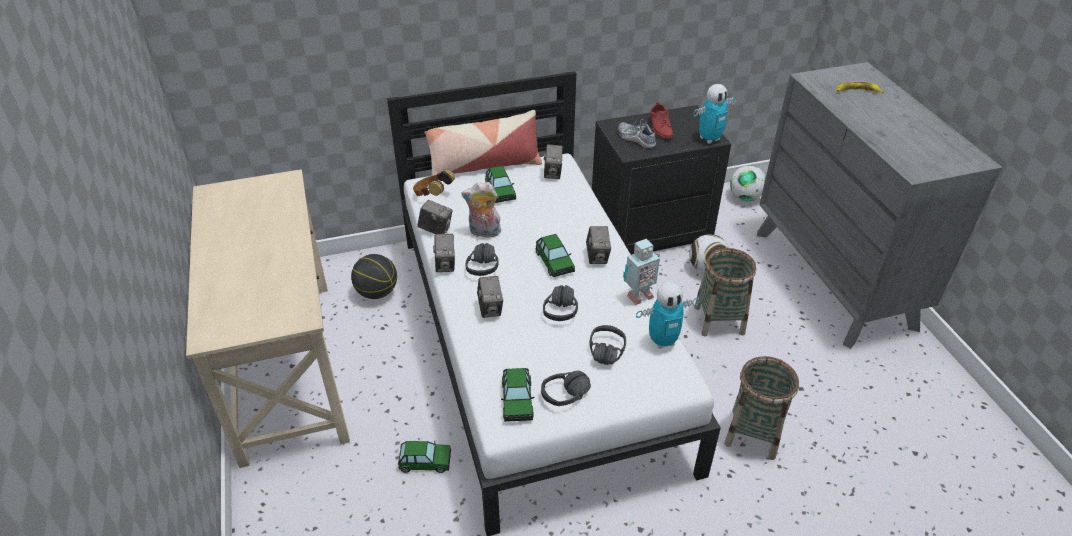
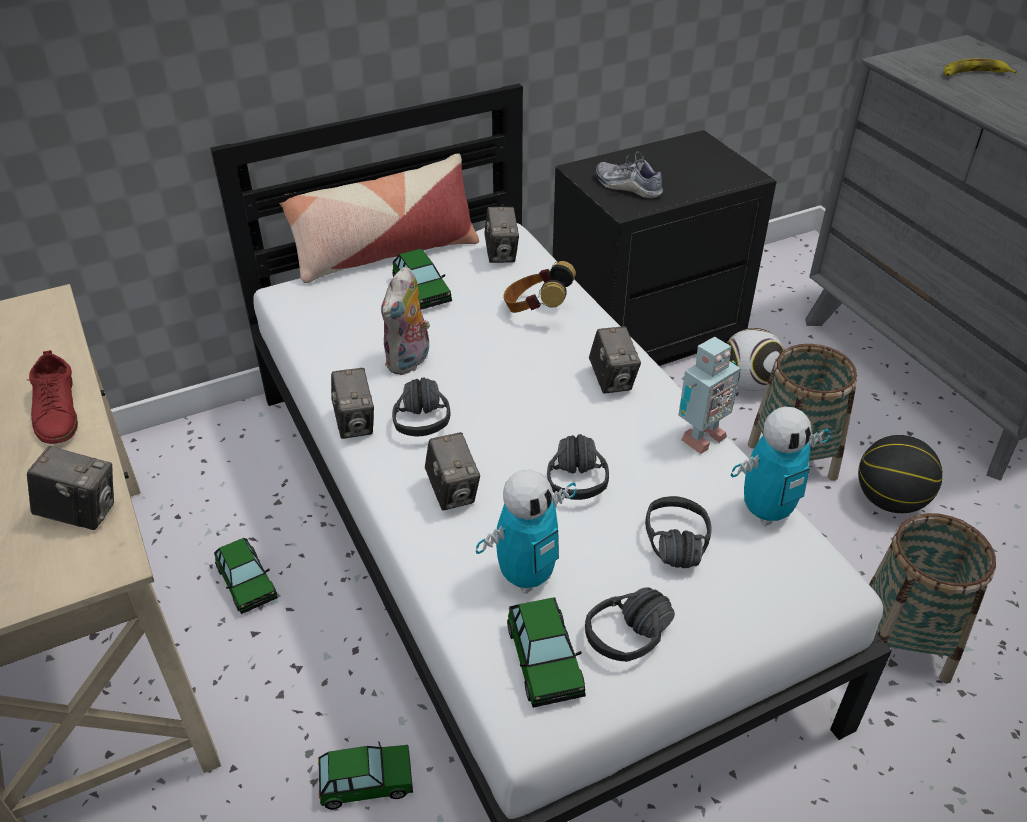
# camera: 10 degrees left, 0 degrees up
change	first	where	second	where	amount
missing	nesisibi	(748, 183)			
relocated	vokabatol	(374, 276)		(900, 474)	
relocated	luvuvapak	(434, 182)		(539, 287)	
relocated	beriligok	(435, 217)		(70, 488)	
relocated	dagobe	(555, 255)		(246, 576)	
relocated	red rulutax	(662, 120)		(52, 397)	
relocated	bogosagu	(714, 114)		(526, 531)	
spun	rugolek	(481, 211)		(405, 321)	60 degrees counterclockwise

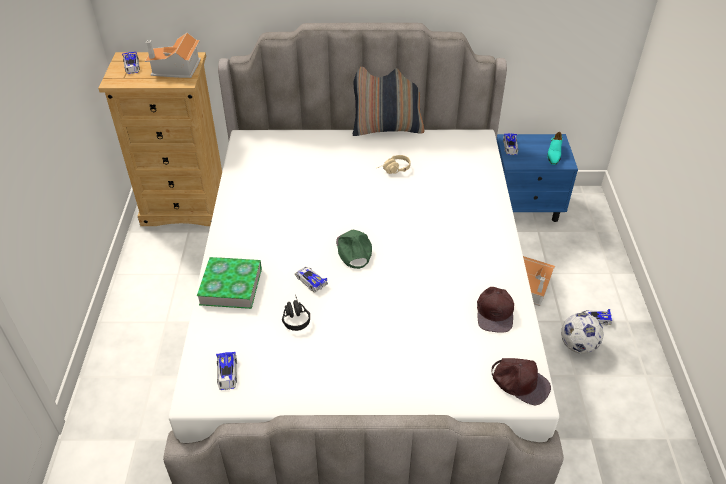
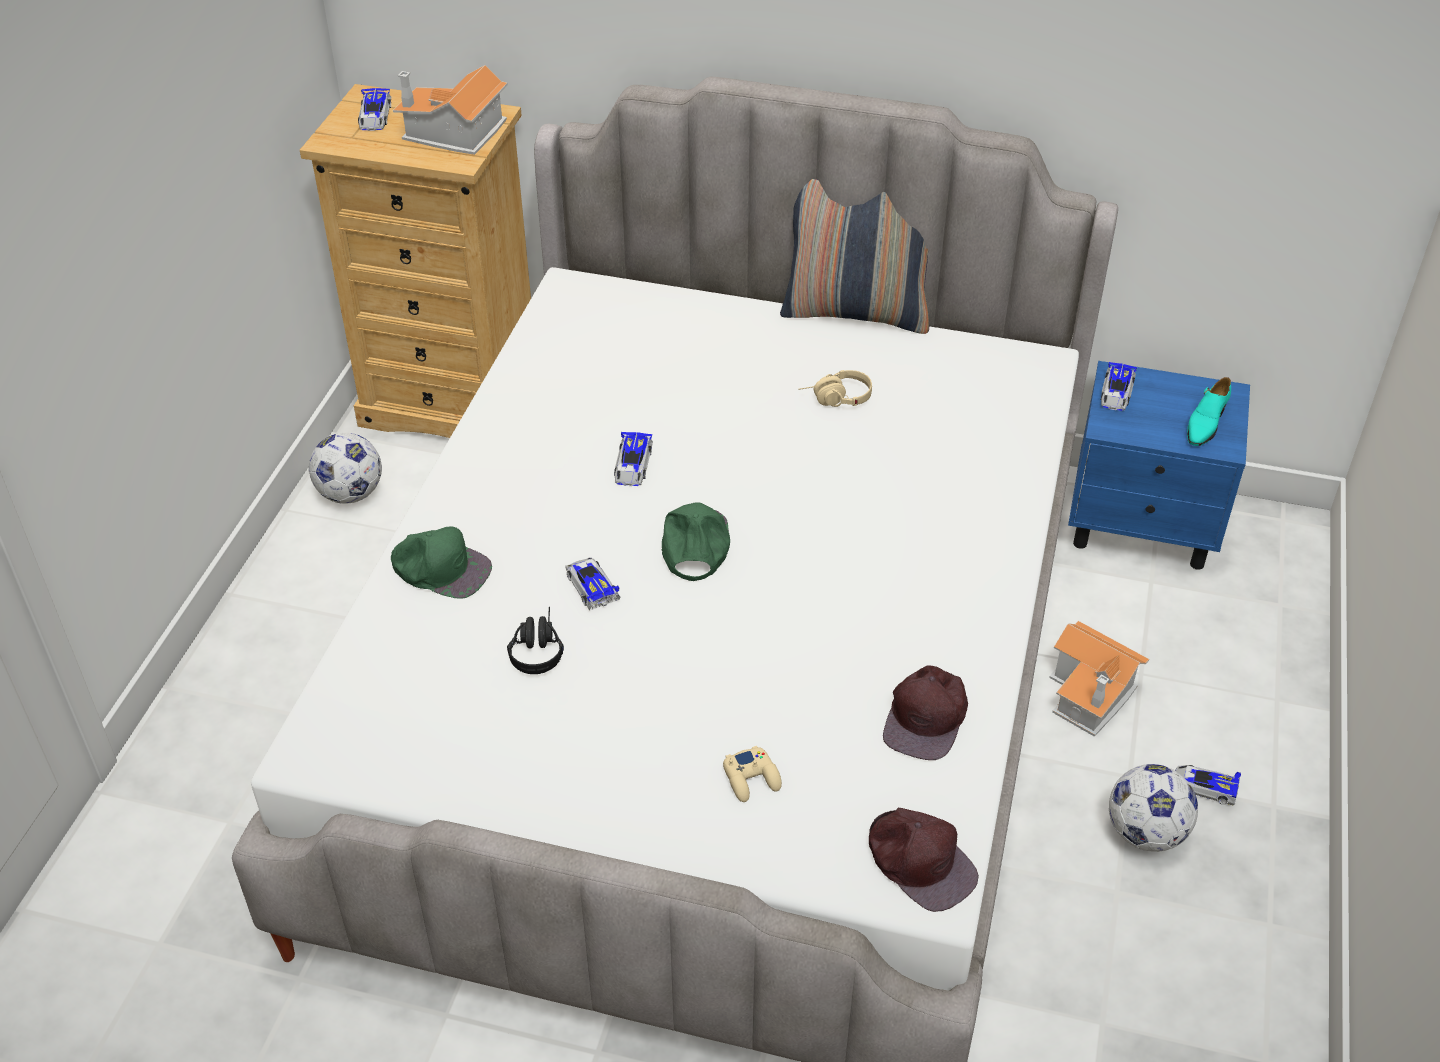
# camera: 15 degrees right, 0 degrees up
change	first	where	second	where	amount
appeared			nesisibi	(345, 468)	
appeared			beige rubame	(752, 774)	
relocated	dagobe	(226, 371)		(633, 459)	
exchanged	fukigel	(229, 283)	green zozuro	(441, 562)	

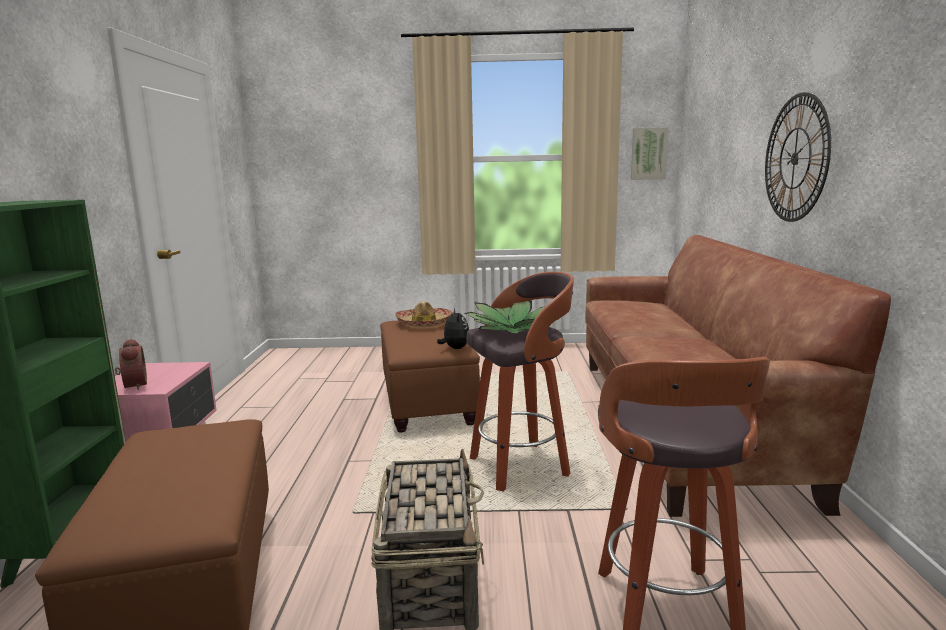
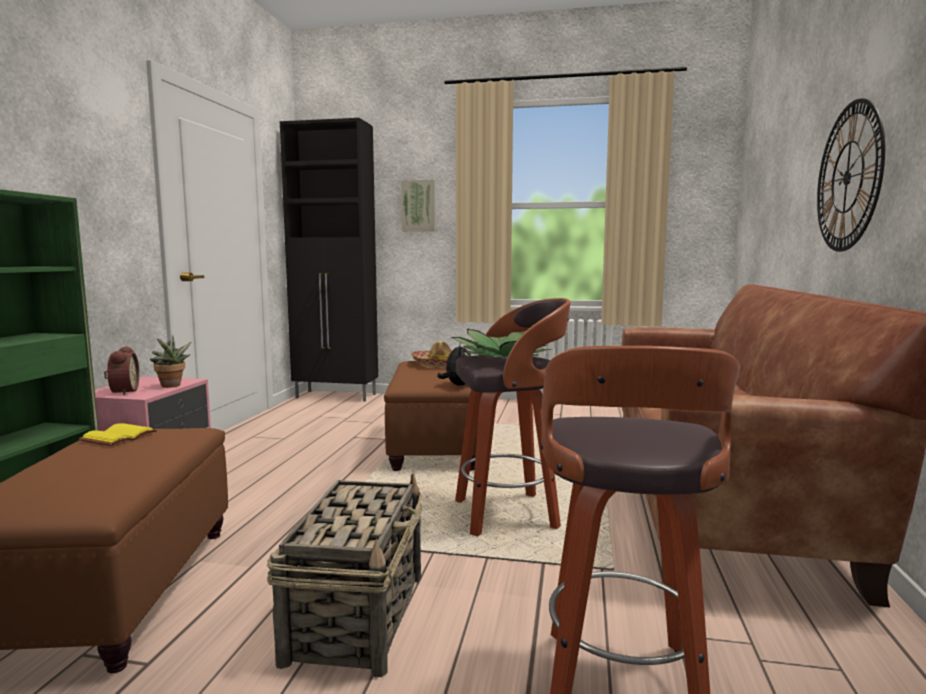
# camera: 10 degrees right, 5 degrees down
change	first	where	second	where	amount
appeared			yellow fukigel	(118, 434)	
appeared			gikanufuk	(170, 361)	
appeared			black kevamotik	(329, 260)	
relocated	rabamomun	(650, 153)		(418, 205)	

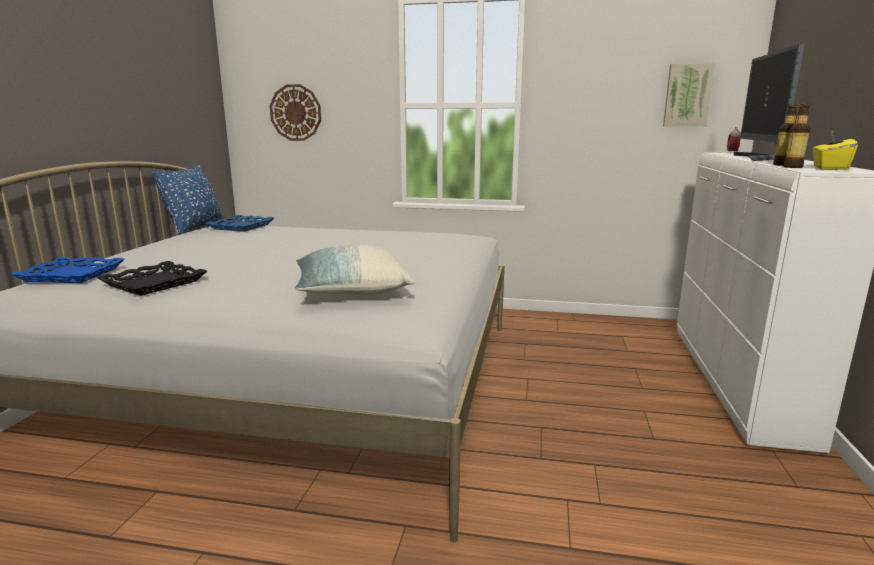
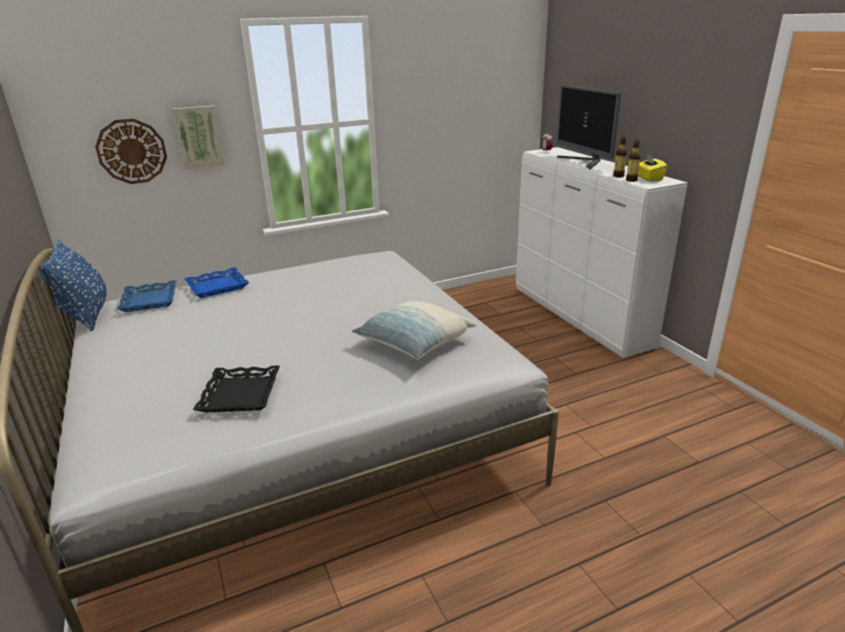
# camera: 35 degrees left, 10 degrees up
change	first	where	second	where	amount
relocated	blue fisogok	(67, 270)		(216, 282)	
relocated	rabamomun	(689, 95)		(198, 137)	

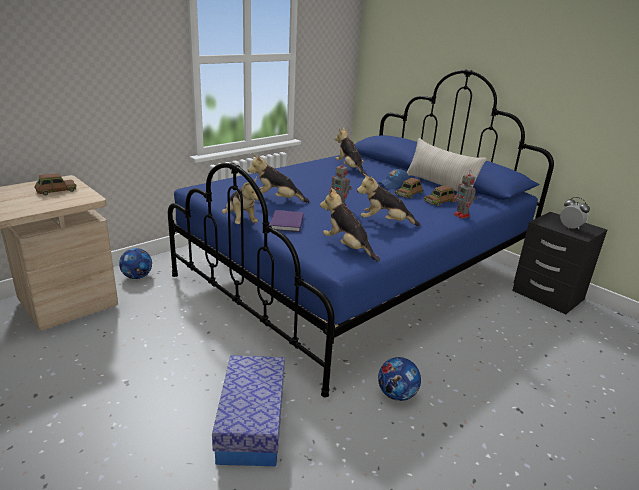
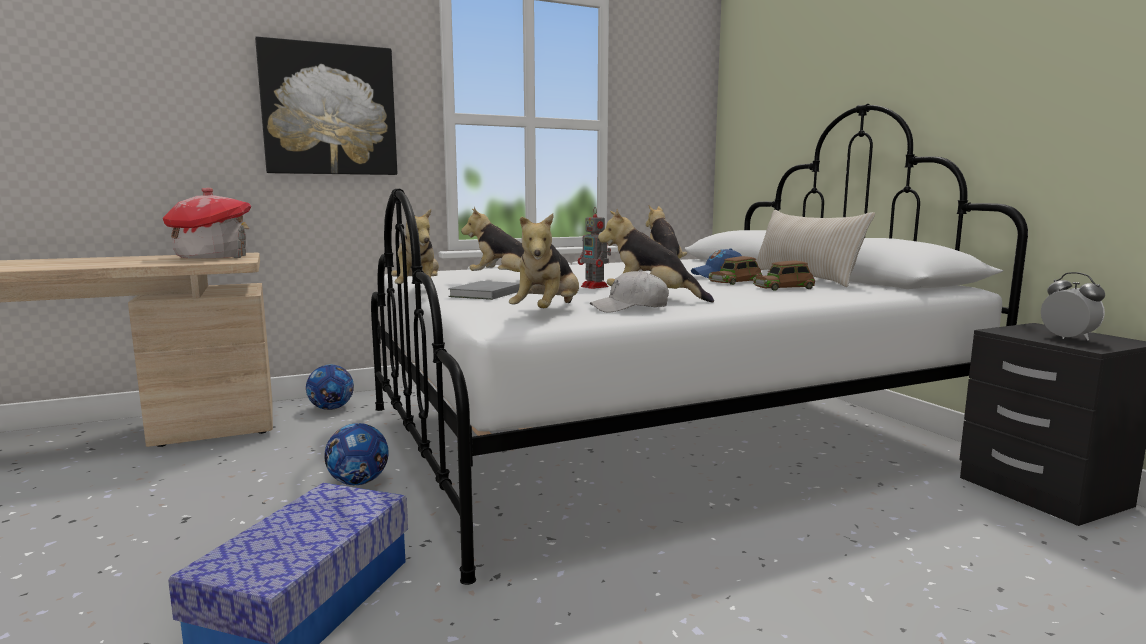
# camera: 20 degrees right, 15 degrees down
change	first	where	second	where	amount
missing	bogosagu	(465, 194)			
appeared			rabamomun	(326, 106)	
appeared			white zozuro	(629, 291)	
relocated	nesisibi	(399, 379)		(356, 454)	
exchanged	brown dagobe	(55, 184)	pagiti	(207, 223)	
colour	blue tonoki	(361, 233)	white tonoki	(699, 344)	
colour	purple fukigel	(287, 221)	grey fukigel	(484, 290)	
spun	rugolek	(350, 225)		(544, 261)	135 degrees counterclockwise

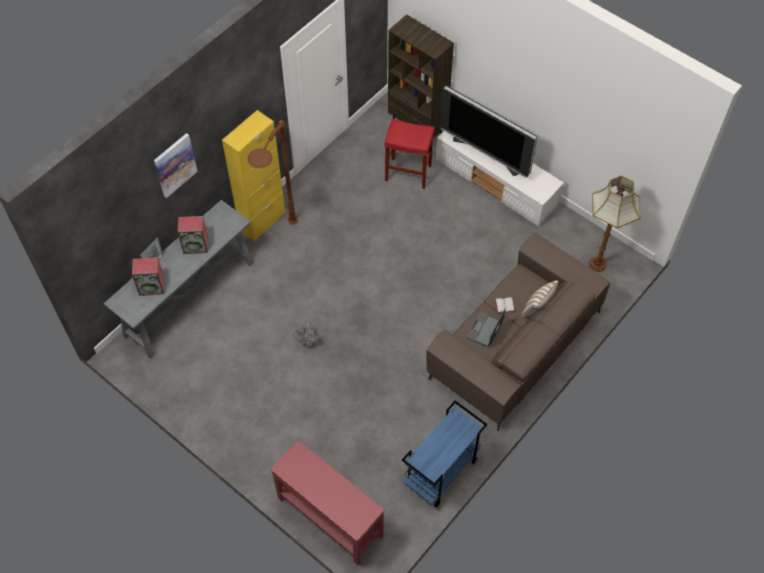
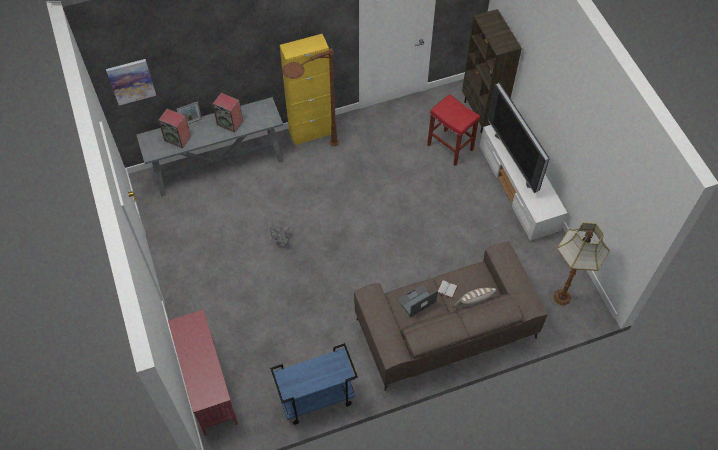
# camera: 30 degrees right, 0 degrees up
change	first	where	second	where	amount
relocated	rabamomun	(176, 165)		(131, 82)	

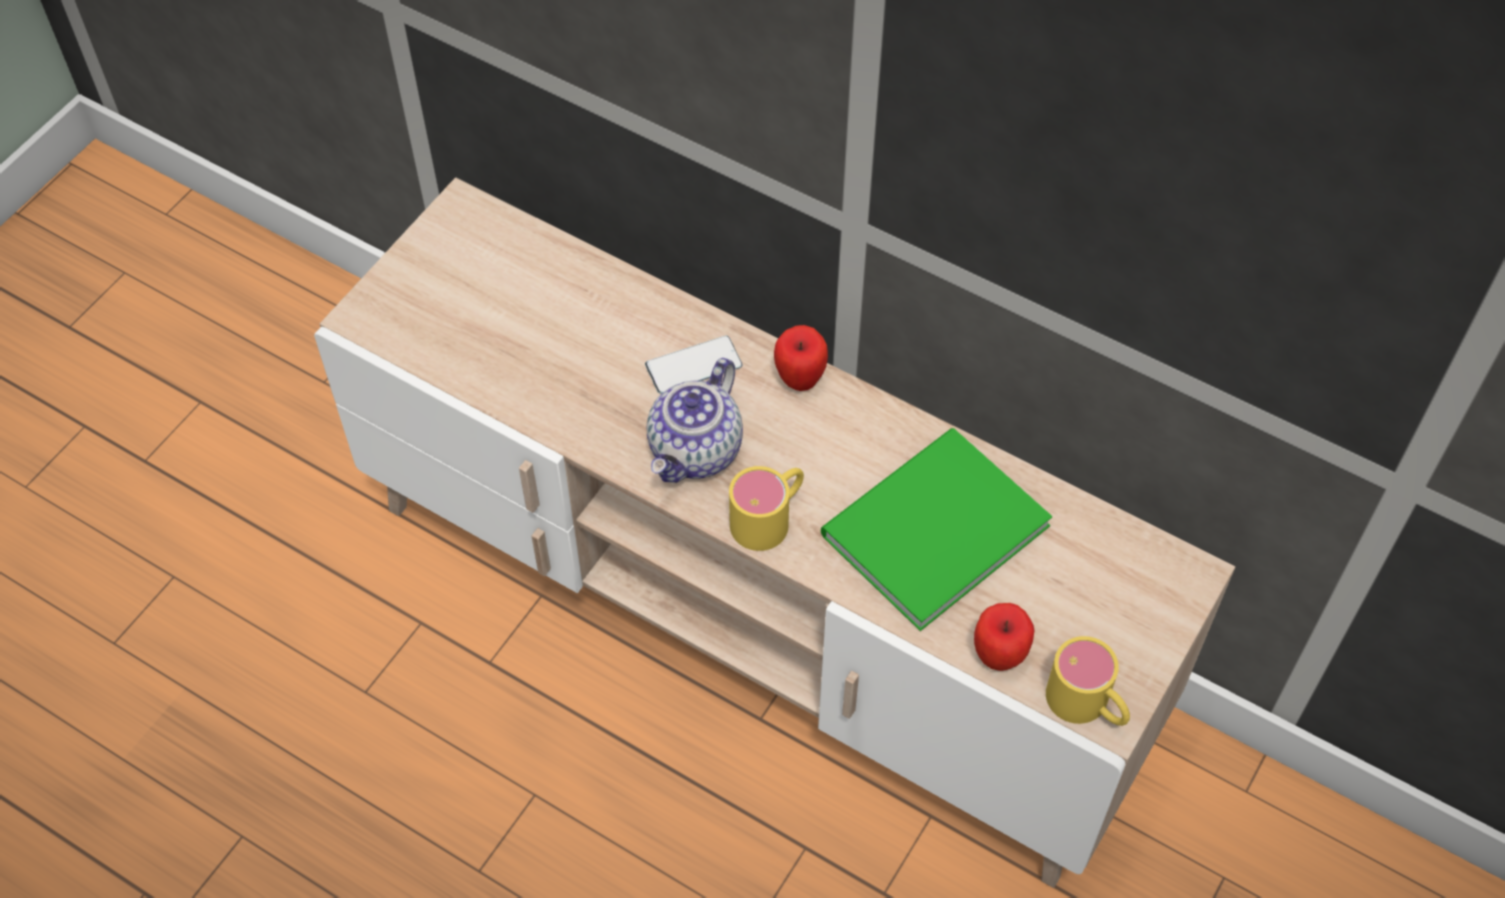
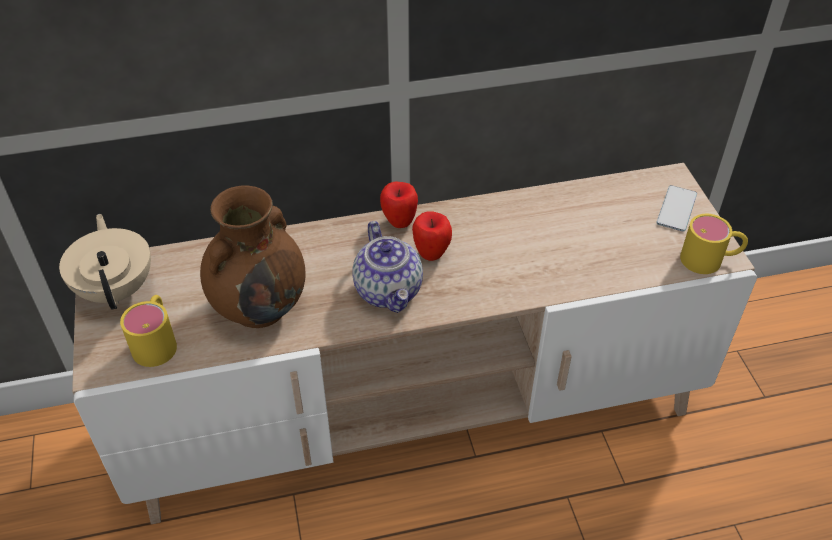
# camera: 45 degrees left, 10 degrees down
change	first	where	second	where	amount
missing	green fukigel	(937, 529)			
appeared			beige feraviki	(105, 262)	
appeared			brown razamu	(253, 256)	
relocated	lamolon	(693, 365)		(676, 208)	
relocated	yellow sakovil	(766, 508)		(148, 331)	
relocated	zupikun	(1004, 637)		(432, 236)	

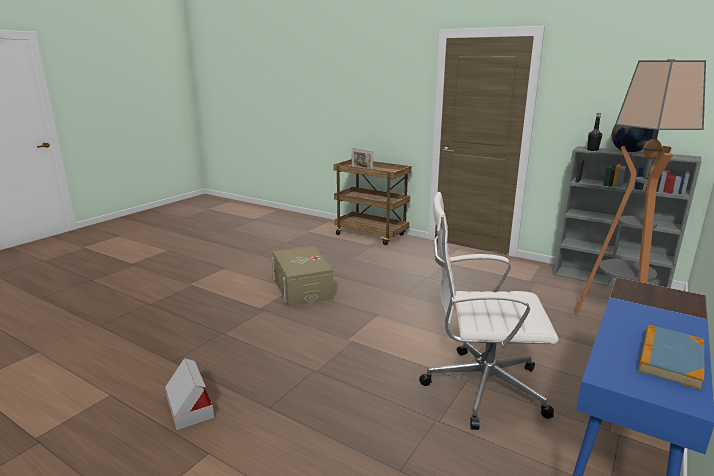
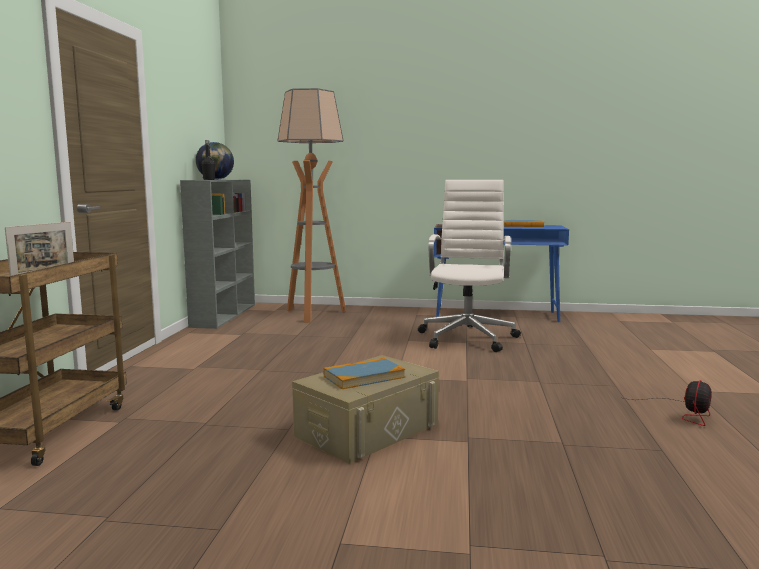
# camera: 115 degrees left, 10 degrees down
change	first	where	second	where	amount
appeared			fukigel	(364, 373)	
exchanged	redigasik	(189, 394)	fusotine	(666, 403)	
spun	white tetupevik	(489, 311)		(469, 266)	150 degrees counterclockwise

